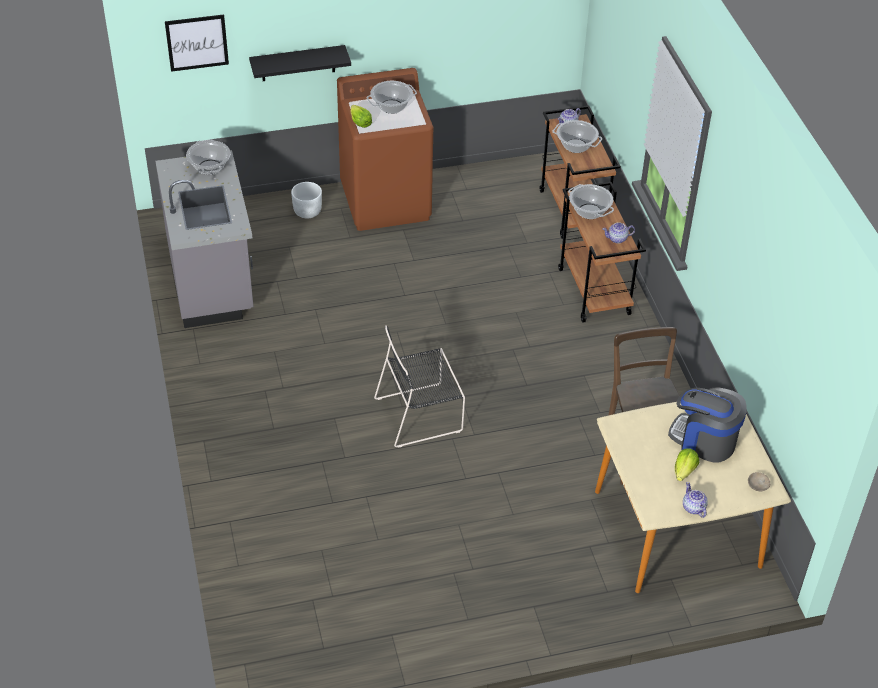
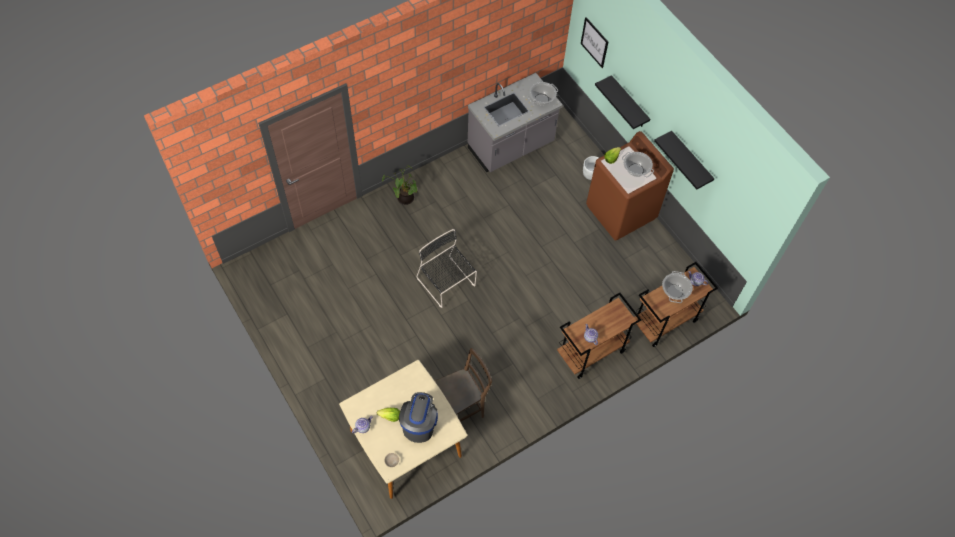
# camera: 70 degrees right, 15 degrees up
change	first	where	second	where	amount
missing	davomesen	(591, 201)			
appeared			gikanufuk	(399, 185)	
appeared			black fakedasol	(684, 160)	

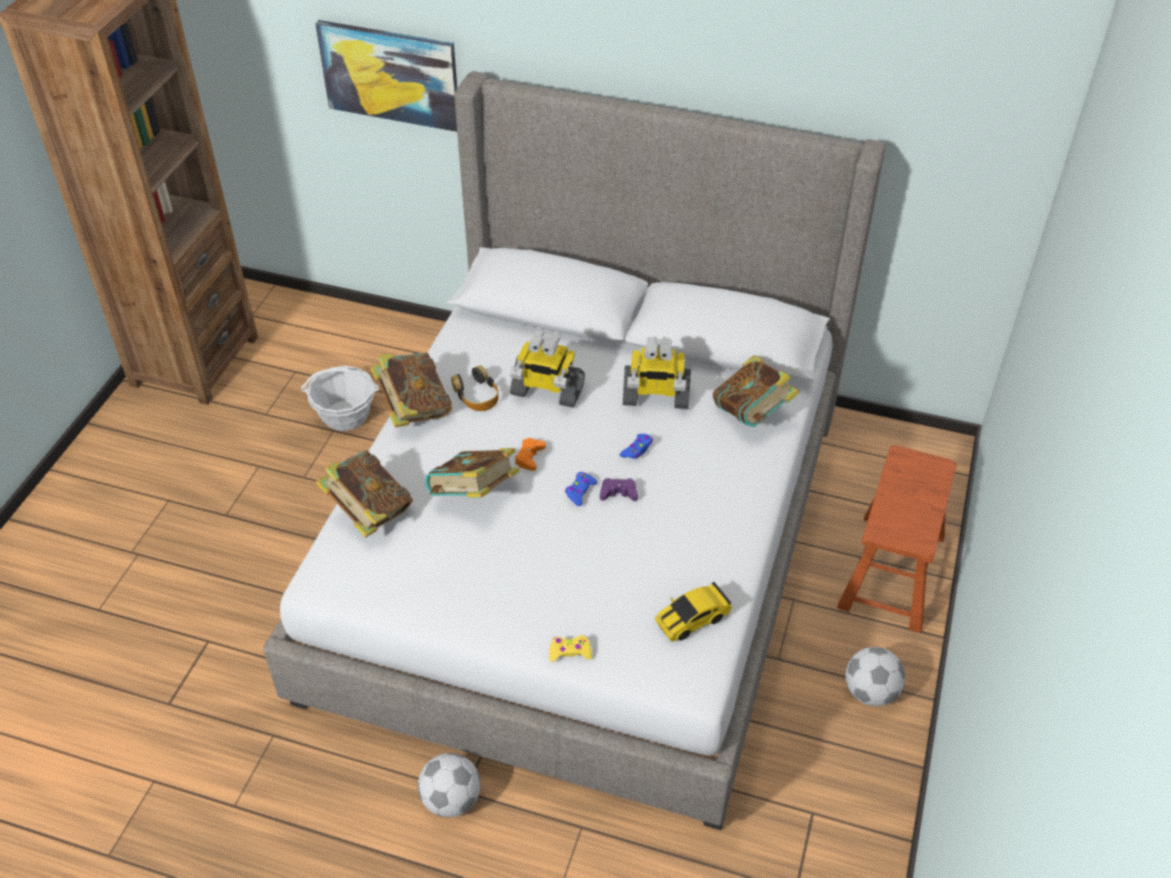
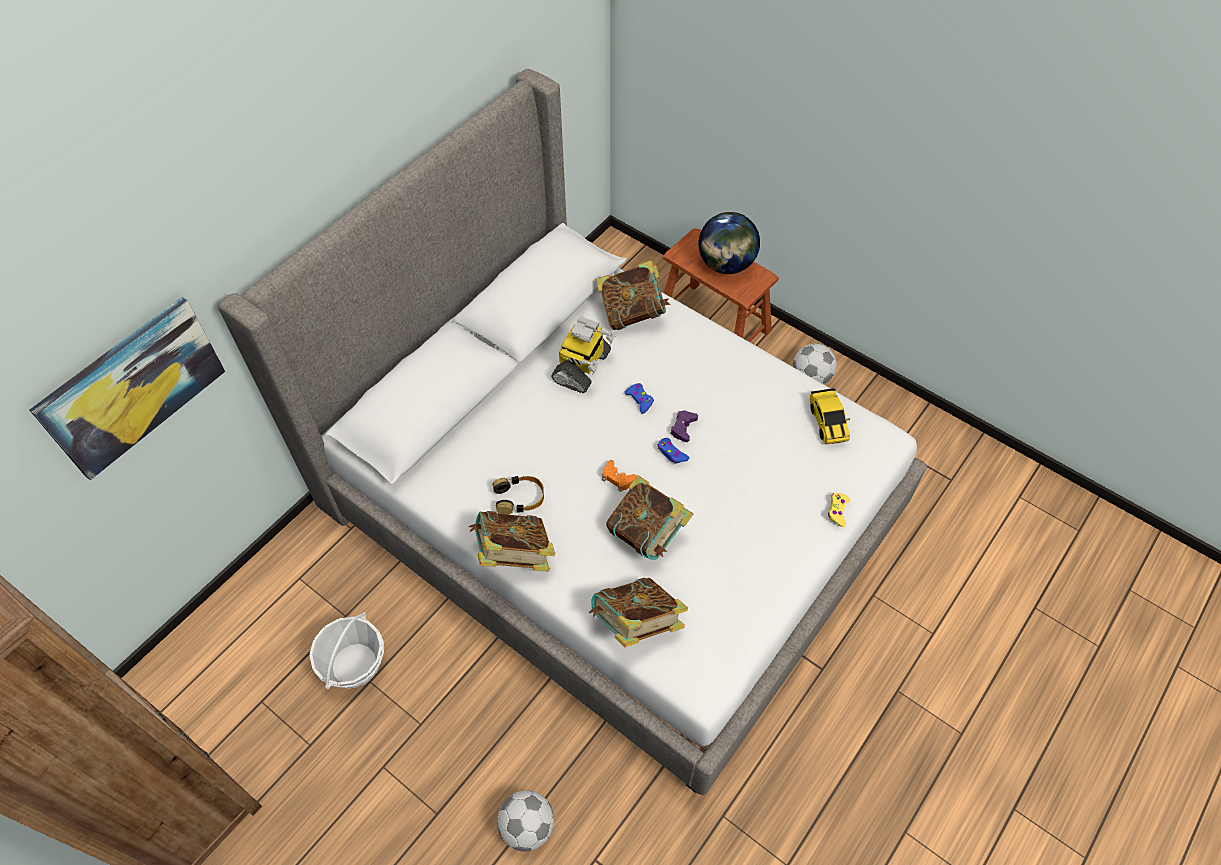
# camera: 70 degrees left, 10 degrees up
change	first	where	second	where	amount
missing	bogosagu	(547, 369)			
appeared			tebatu	(729, 243)	
relocated	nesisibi	(449, 785)		(525, 820)	

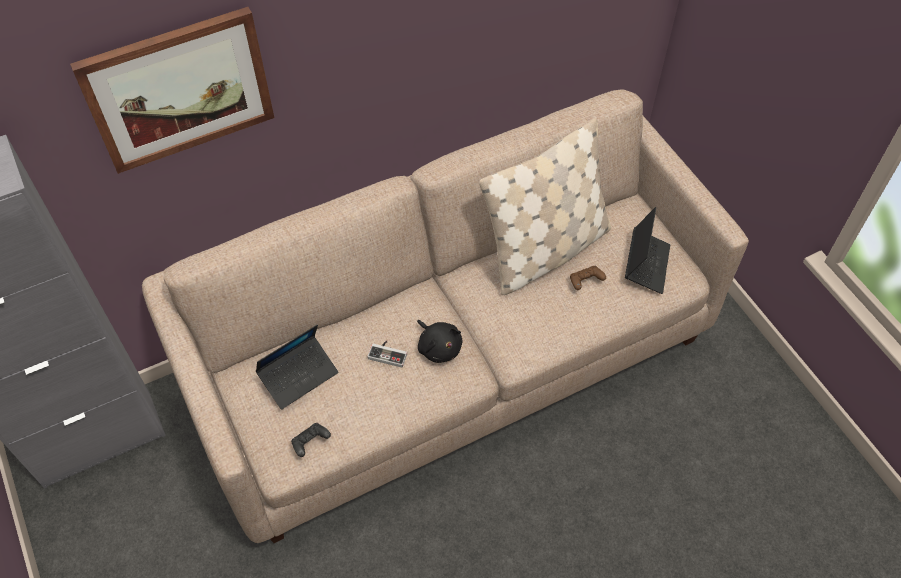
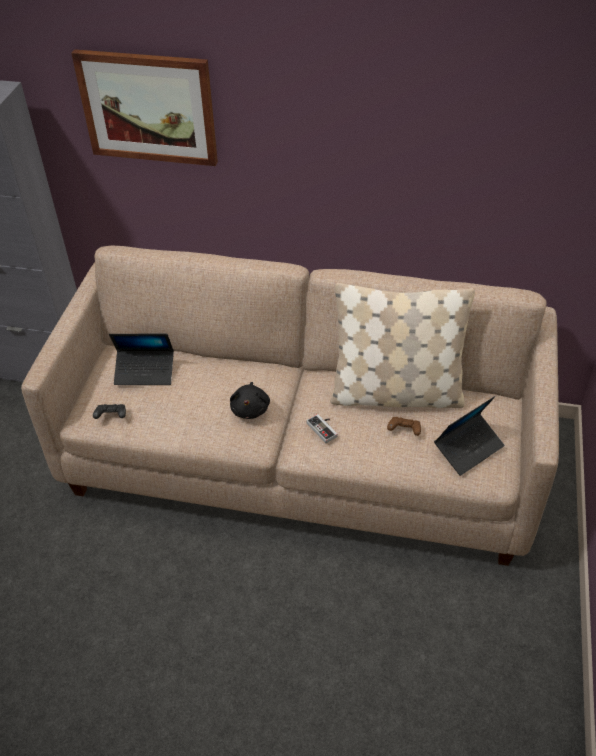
# camera: 40 degrees right, 10 degrees down
change	first	where	second	where	amount
relocated	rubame	(387, 354)		(321, 428)	

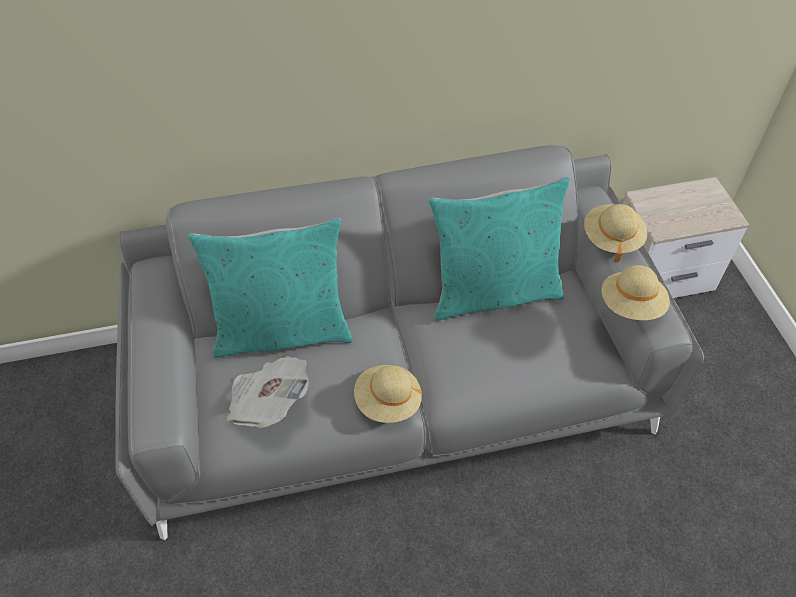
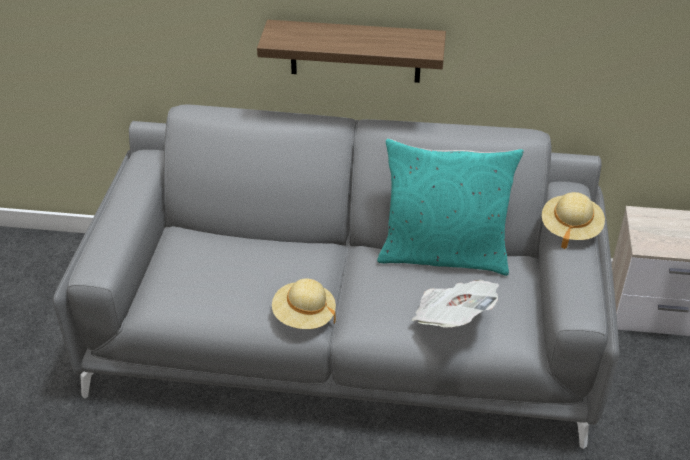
# camera: 20 degrees right, 10 degrees down
change	first	where	second	where	amount
missing	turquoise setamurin	(270, 288)			
missing	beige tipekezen	(636, 292)			
appeared			fakedasol	(351, 51)	
relocated	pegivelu	(267, 392)		(455, 304)	

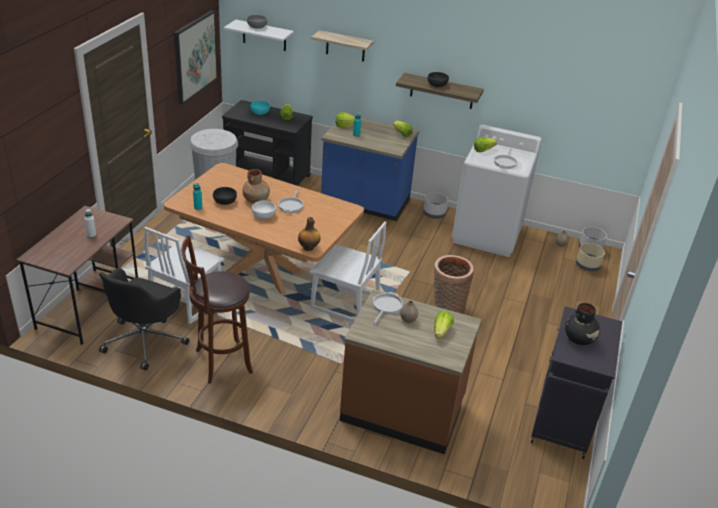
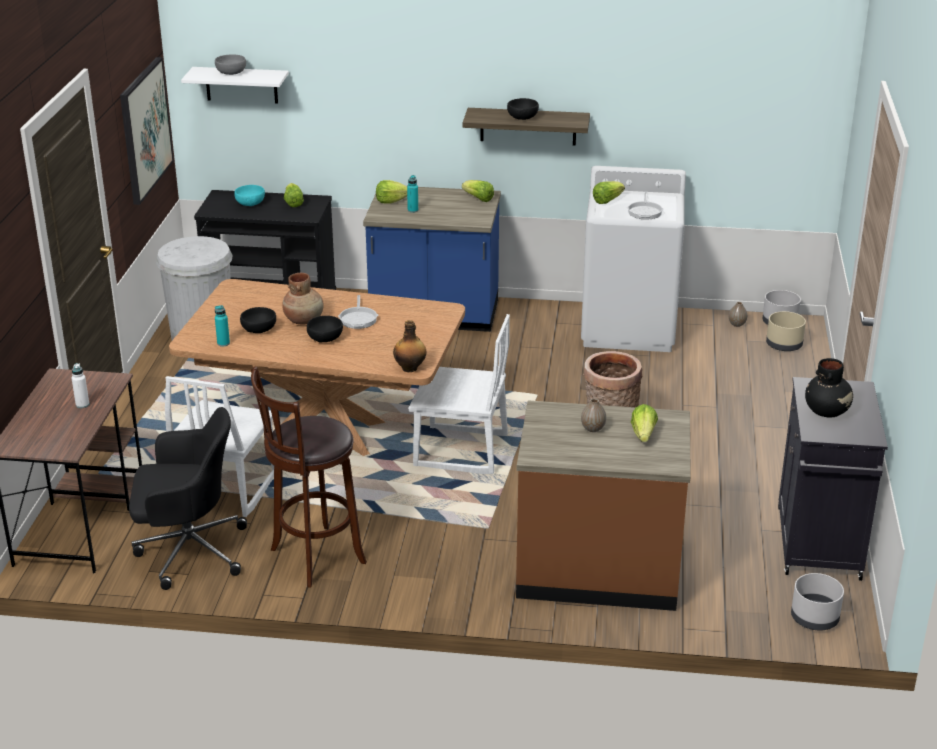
# camera: 10 degrees left, 5 degrees down
change	first	where	second	where	amount
missing	fakedasol	(342, 46)			
missing	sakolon	(388, 308)			
relocated	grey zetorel	(435, 206)		(817, 601)	
colour	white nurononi	(264, 210)	black nurononi	(325, 329)	
spun	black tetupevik	(144, 319)		(188, 498)	105 degrees counterclockwise

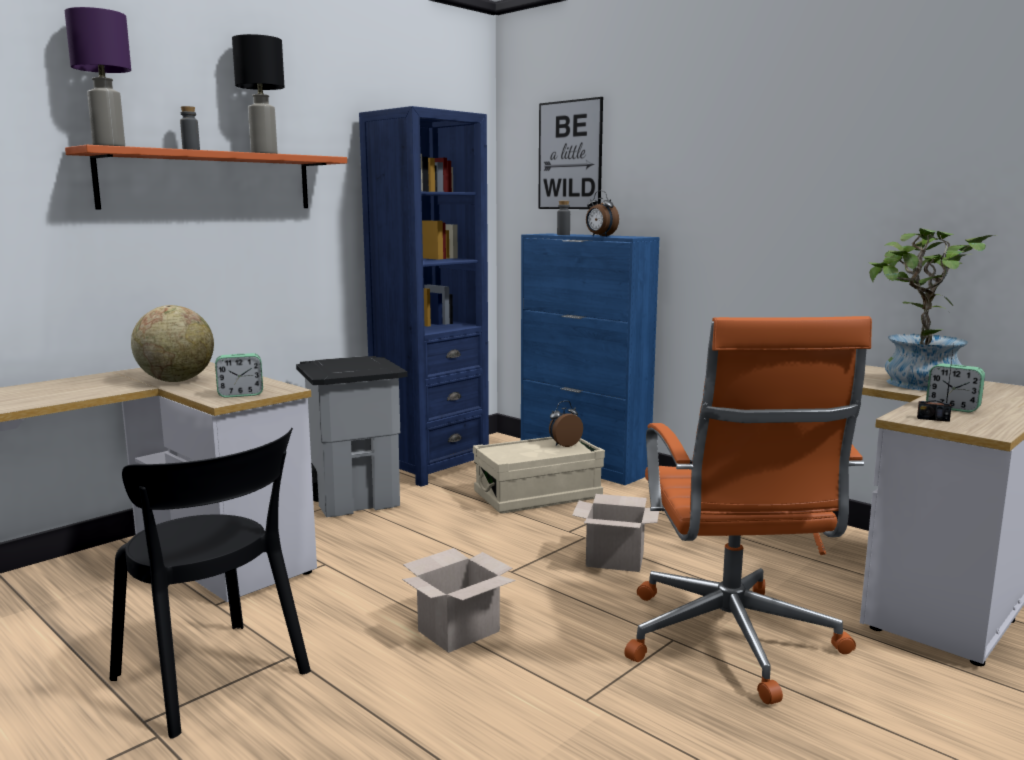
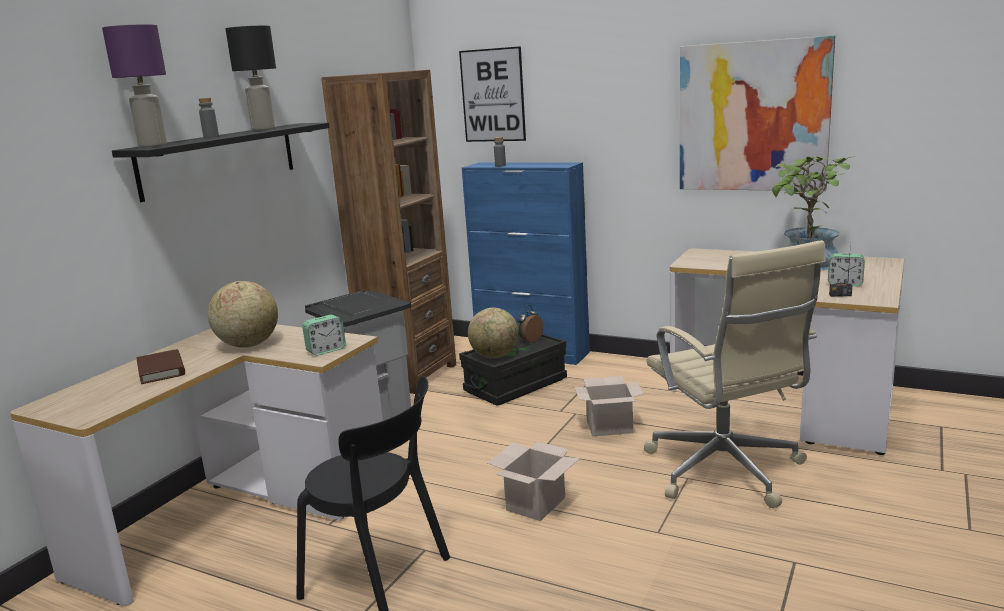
# camera: 15 degrees left, 5 degrees up
change	first	where	second	where	amount
missing	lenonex	(602, 214)			
appeared			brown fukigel	(160, 366)	
appeared			tebatu	(493, 332)	
appeared			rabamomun	(757, 113)	
colour	orange fakedasol	(206, 177)	black fakedasol	(221, 162)	
colour	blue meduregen	(424, 296)	brown meduregen	(388, 232)	
colour	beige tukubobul	(539, 475)	black tukubobul	(513, 370)	
colour	orange tetupevik	(748, 510)	beige tetupevik	(735, 374)	

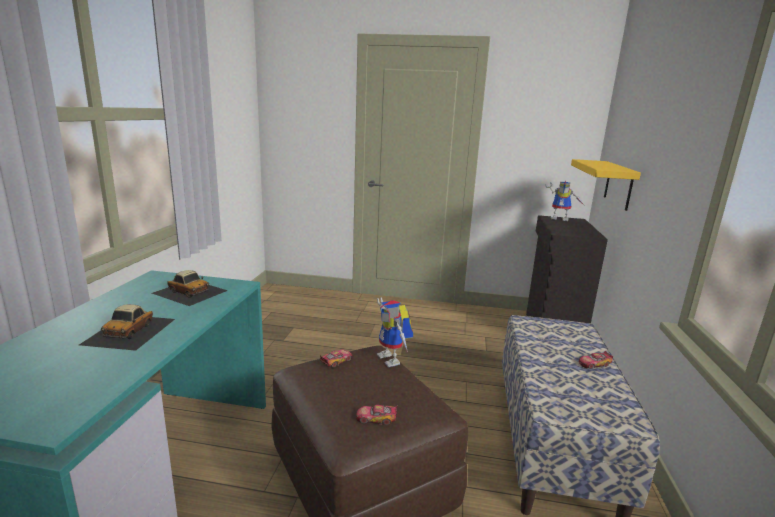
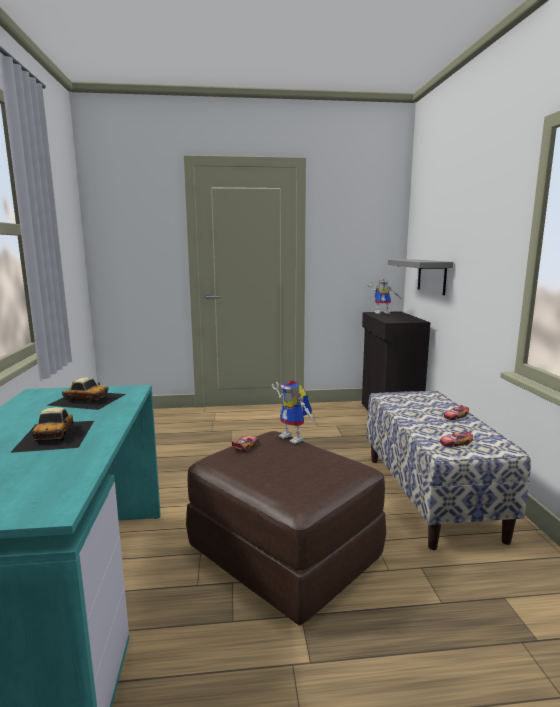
# camera: 15 degrees left, 5 degrees down
change	first	where	second	where	amount
relocated	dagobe	(376, 415)		(456, 439)	
colour	yellow fakedasol	(606, 185)	grey fakedasol	(420, 277)	

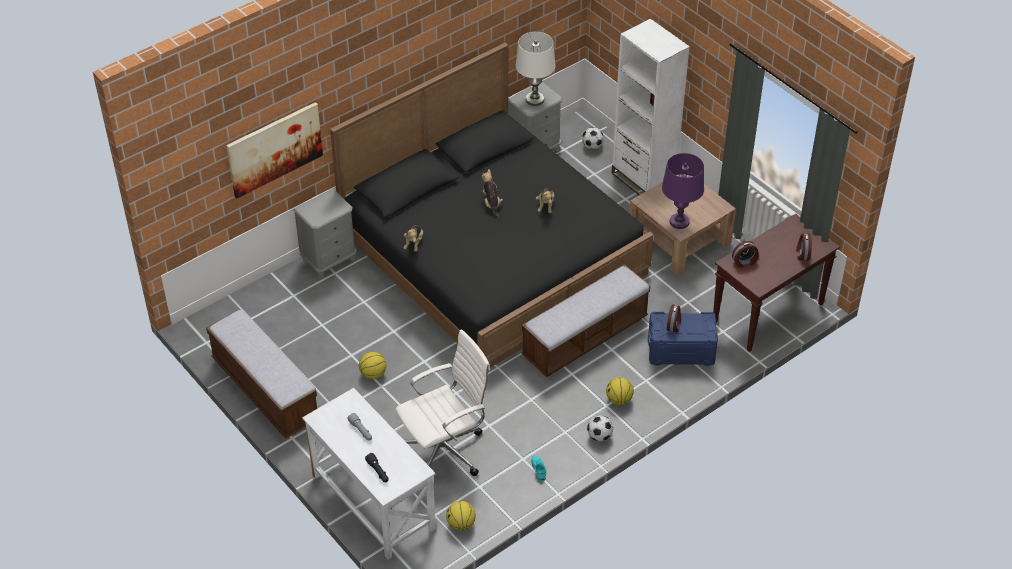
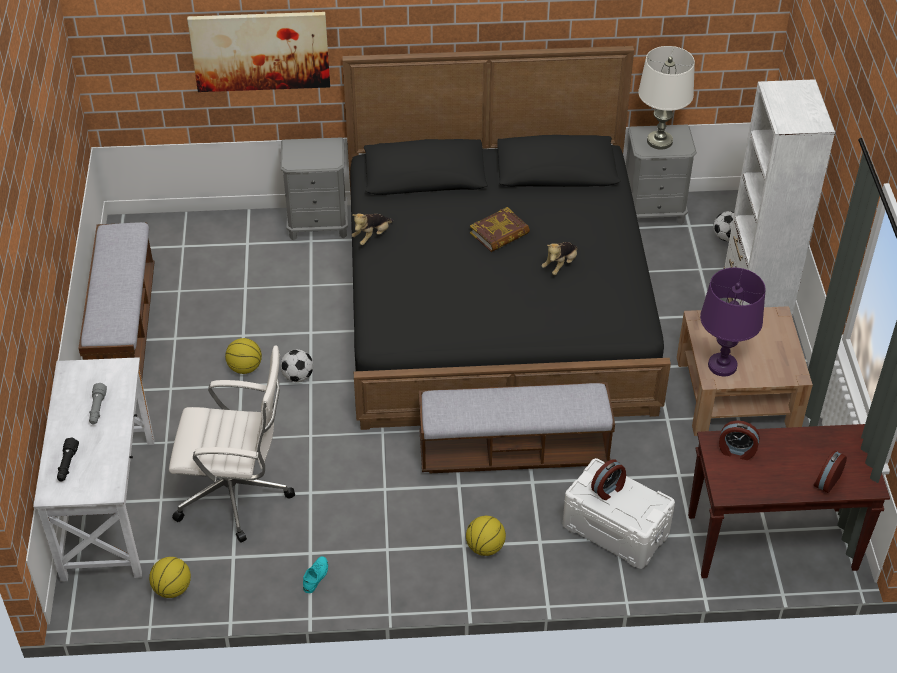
# camera: 35 degrees right, 0 degrees up
change	first	where	second	where	amount
relocated	nesisibi	(600, 428)		(296, 365)	
exchanged	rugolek	(492, 194)	fukigel	(500, 229)	
colour	blue tukubobul	(683, 339)	white tukubobul	(619, 513)	

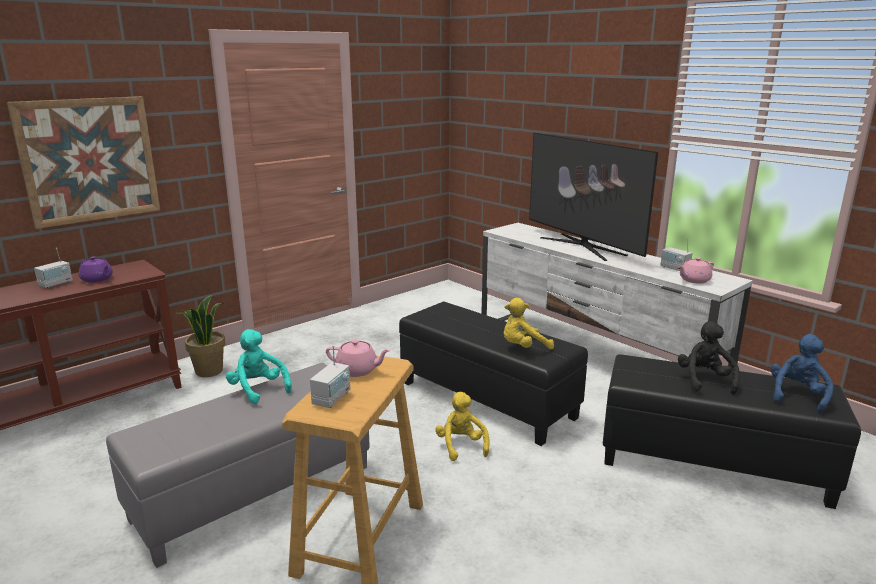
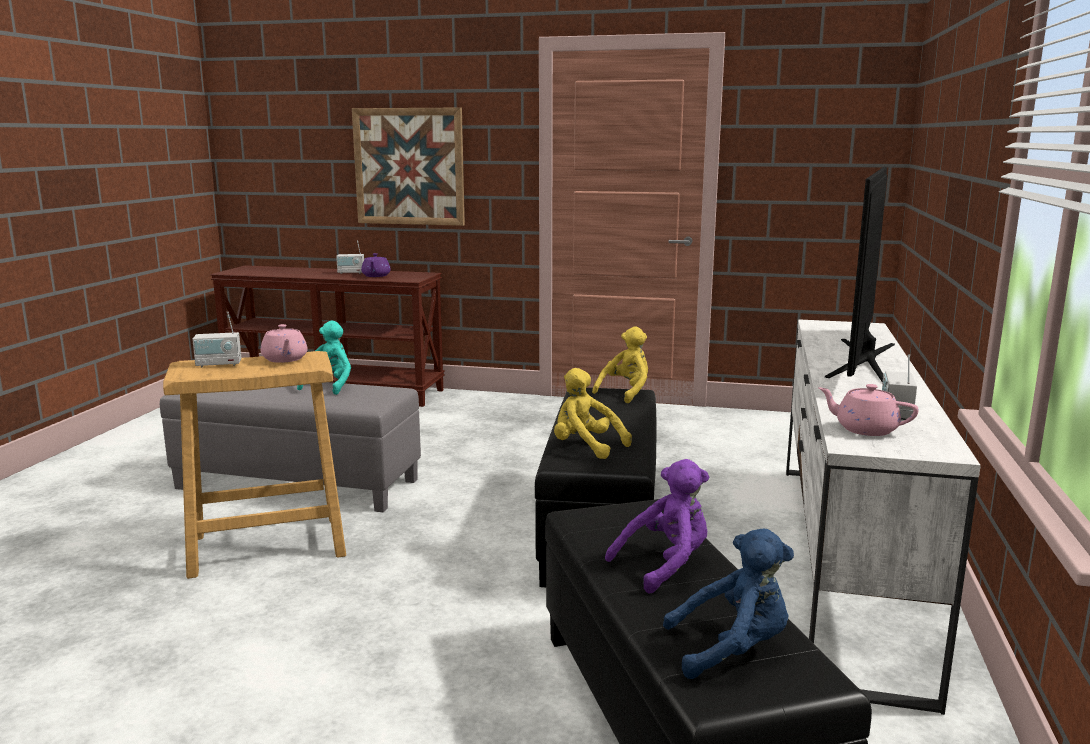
# camera: 55 degrees right, 5 degrees down
change	first	where	second	where	amount
missing	gikanufuk	(201, 336)			
relocated	yellow rugolek	(462, 426)		(620, 365)	
colour	black rugolek	(709, 357)	purple rugolek	(657, 526)	

